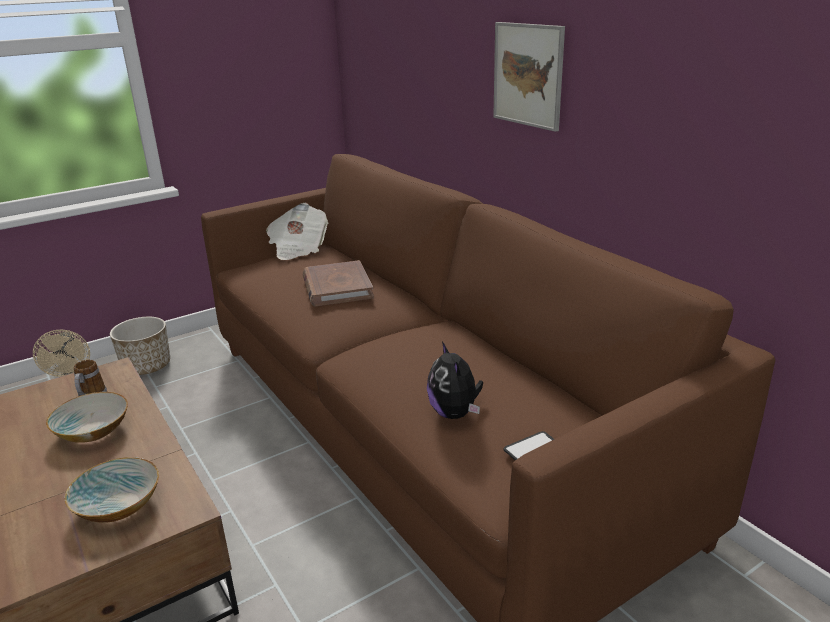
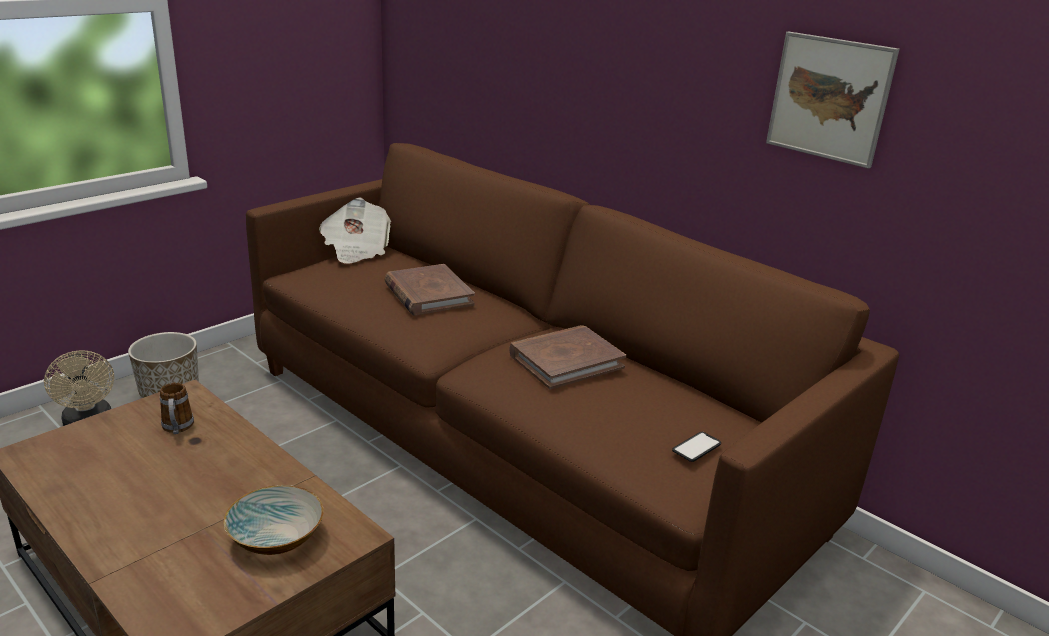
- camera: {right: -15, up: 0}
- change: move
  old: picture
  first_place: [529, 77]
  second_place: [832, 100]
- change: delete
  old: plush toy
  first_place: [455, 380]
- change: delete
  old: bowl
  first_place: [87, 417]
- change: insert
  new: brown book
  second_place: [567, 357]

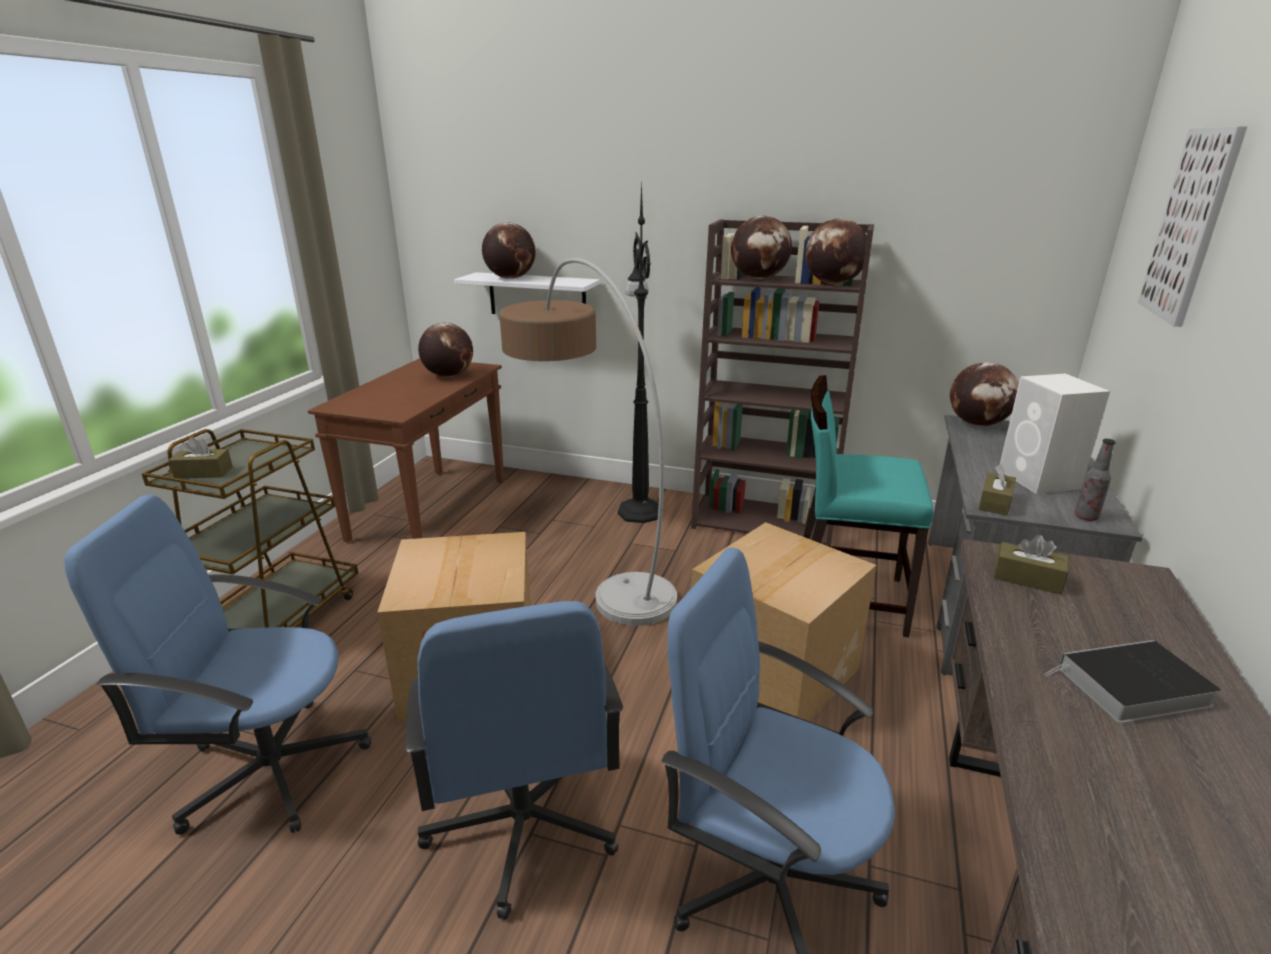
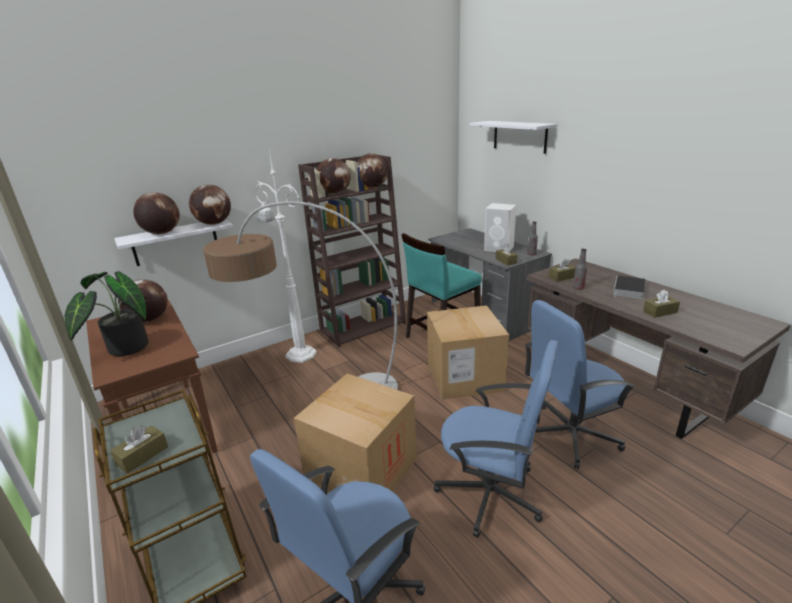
- camera: {right: -50, up: 0}
- change: replace
  old: picture
  new: white shelf
  first_place: [1192, 226]
  second_place: [513, 137]
- change: recolor
  old: black floor lamp
  new: white floor lamp
  first_place: [638, 351]
  second_place: [286, 256]
- change: move
  old: globe
  first_place: [984, 394]
  second_place: [210, 205]
- change: insert
  new: bottle
  second_place: [580, 269]
- change: insert
  new: potted plant
  second_place: [106, 313]
- change: insert
  new: brown tissue box
  second_place: [661, 303]

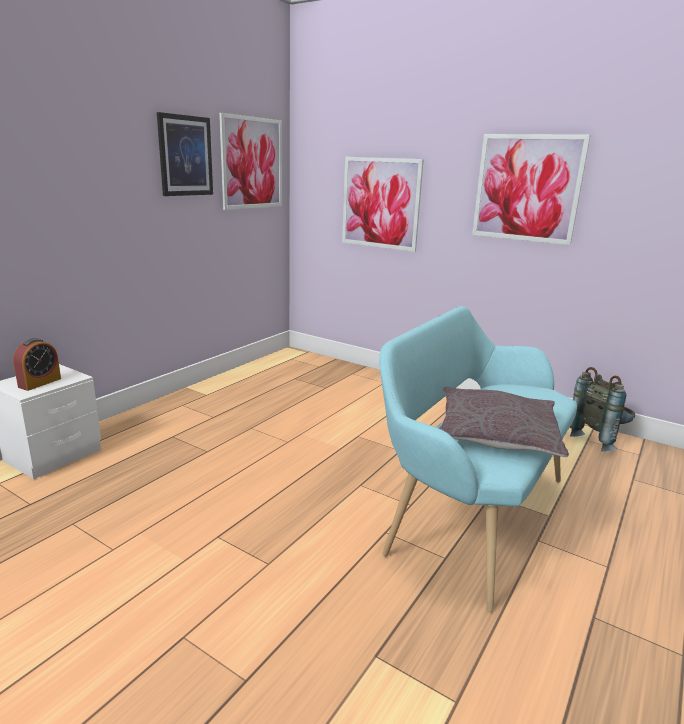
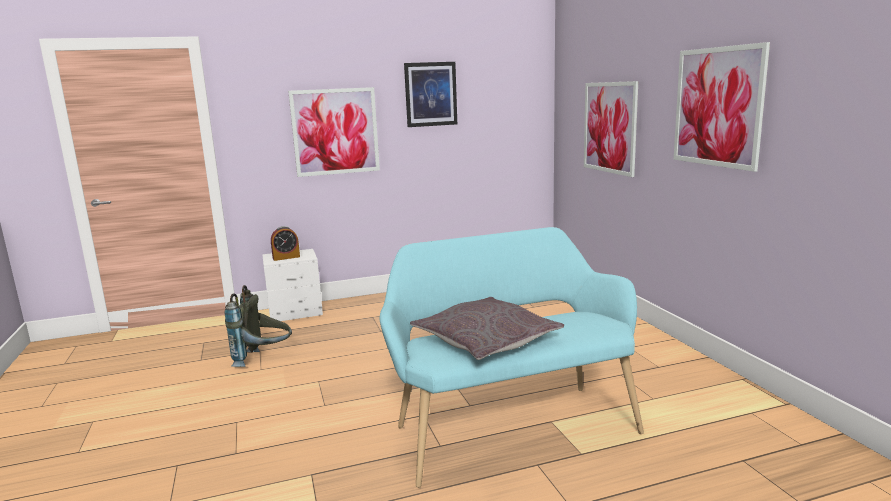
- camera: {right: 40, up: -5}
- change: move
  old: picture
  first_place: [250, 161]
  second_place: [334, 132]
- change: move
  old: grey backpack
  first_place: [602, 409]
  second_place: [258, 326]

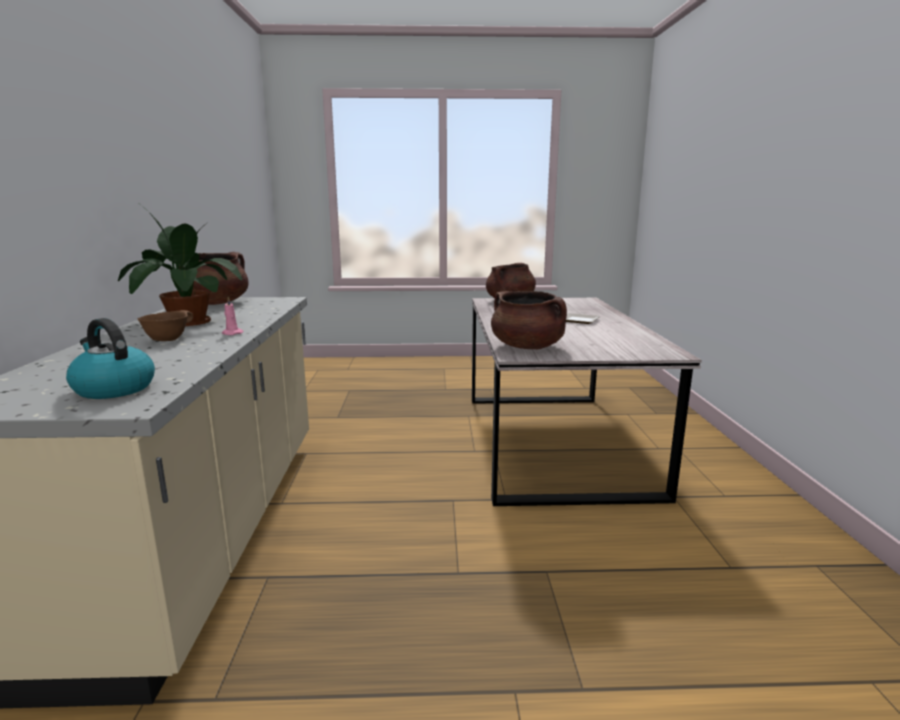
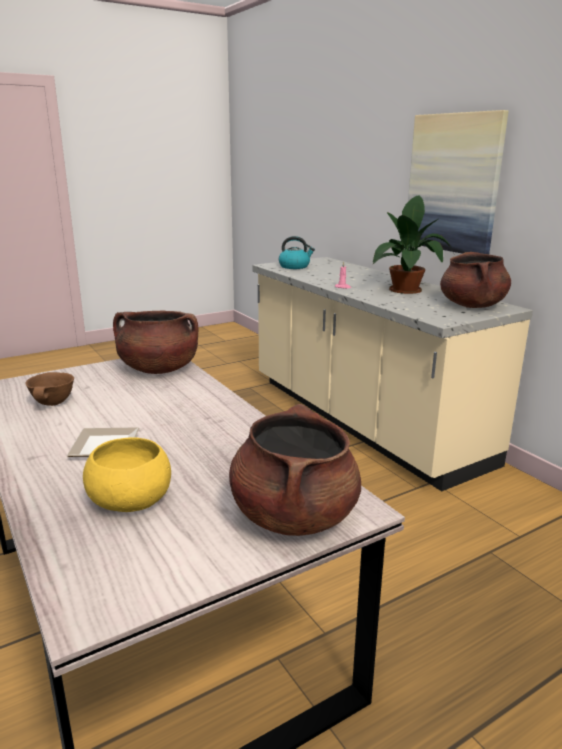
- camera: {right: 150, up: 5}
- change: move
  old: brown bowl
  first_place: [165, 325]
  second_place: [49, 389]
- change: insert
  new: picture
  second_place: [458, 182]
- change: insert
  new: yellow bowl
  second_place: [127, 475]

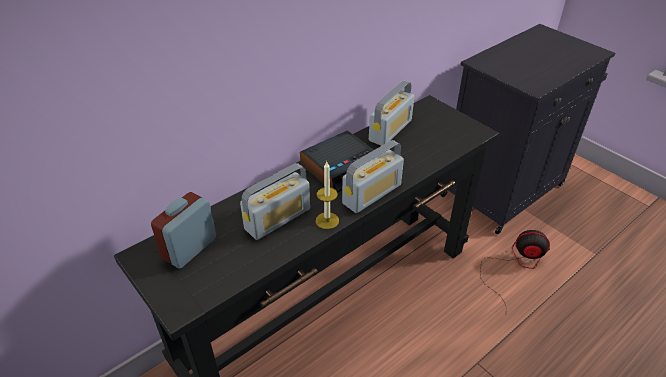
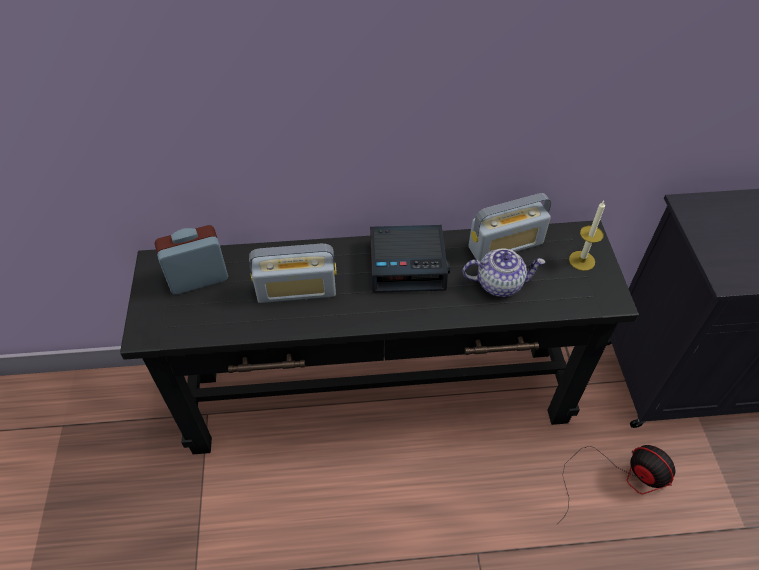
- camera: {right: 35, up: 10}
- change: delete
  old: radio
  first_place: [373, 176]
- change: move
  old: candle
  first_place: [327, 195]
  second_place: [587, 236]
- change: insert
  new: teapot
  second_place: [503, 272]

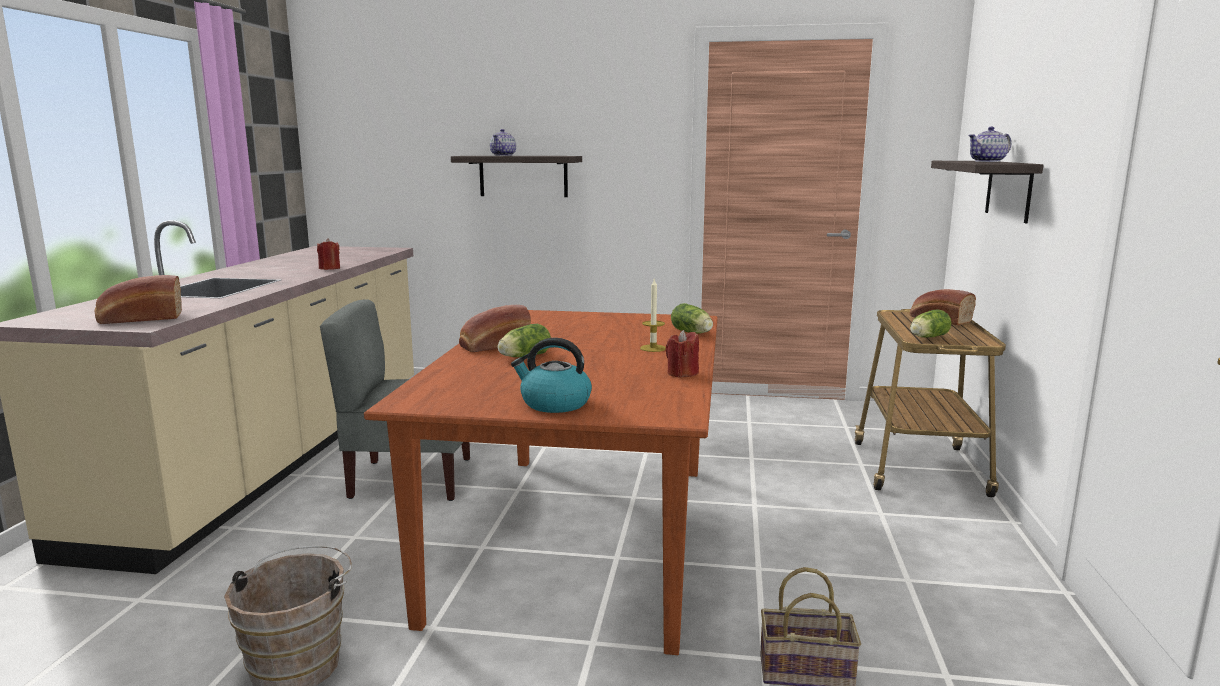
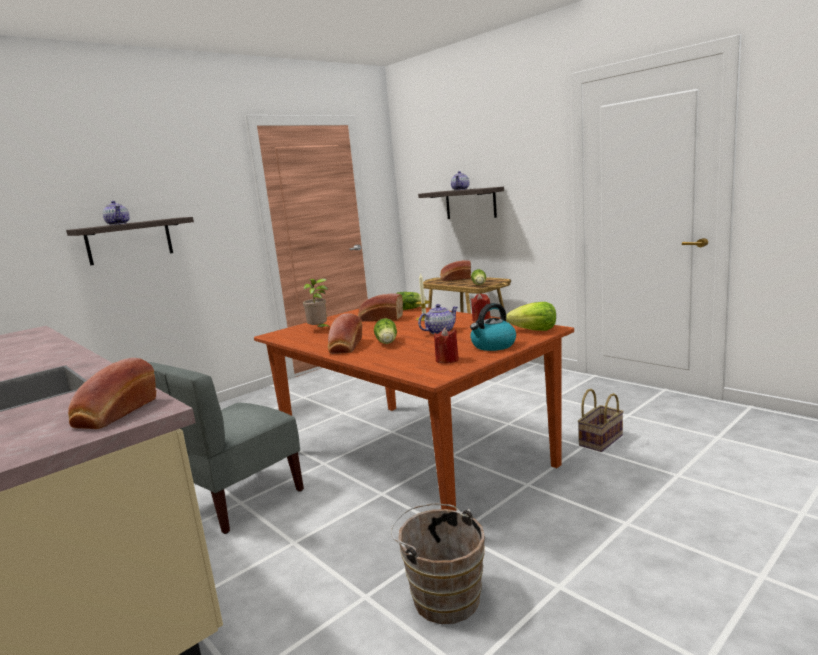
- camera: {right: -50, up: 0}
- change: move
  old: red candle
  first_place: [328, 254]
  second_place: [446, 345]
- change: insert
  new: potted plant
  second_place: [316, 302]
- change: insert
  new: bread
  second_place: [380, 308]
- change: insert
  new: lettuce
  second_place: [531, 316]
- change: insert
  new: teapot
  second_place: [438, 319]

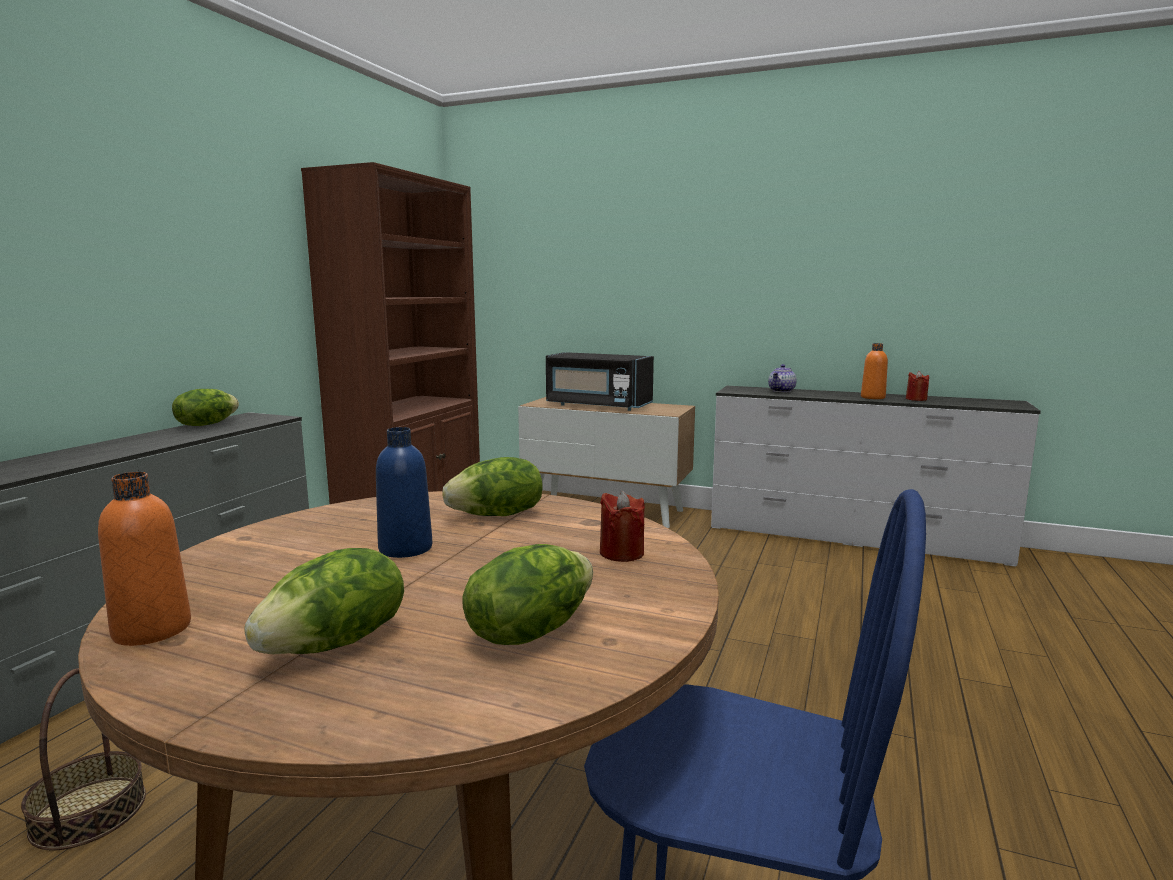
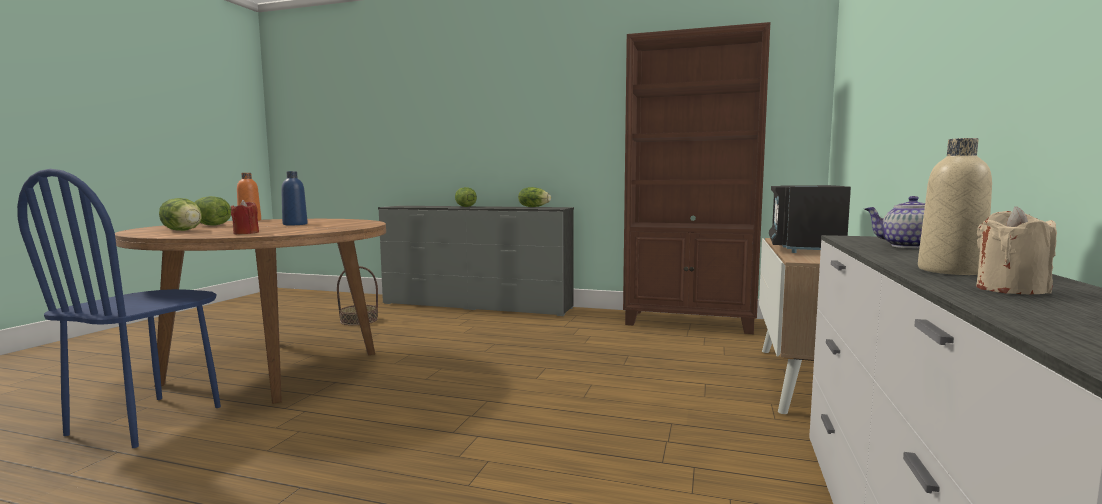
- camera: {right: 85, up: -5}
- change: recolor
  old: orange bottle
  new: beige bottle
  first_place: [874, 371]
  second_place: [955, 206]
- change: recolor
  old: red candle
  new: beige candle
  first_place: [917, 386]
  second_place: [1016, 250]
- change: move
  old: lettuce
  first_place: [492, 486]
  second_place: [466, 197]

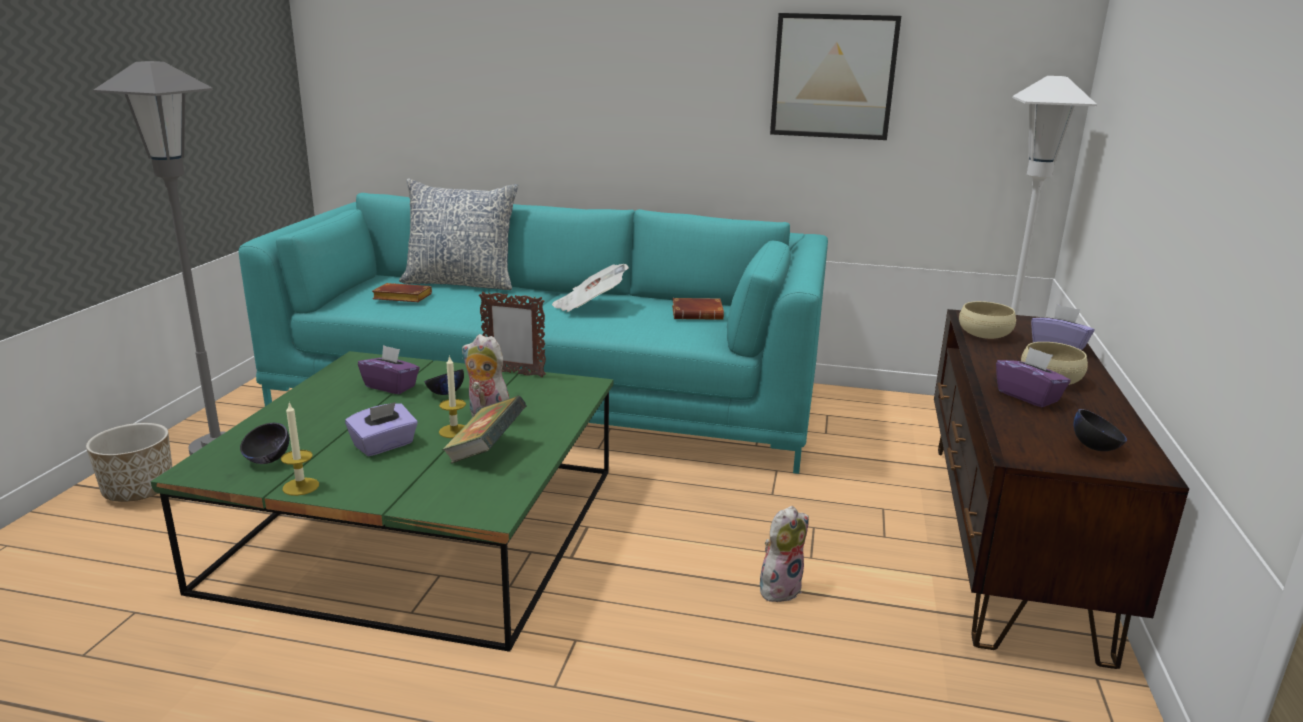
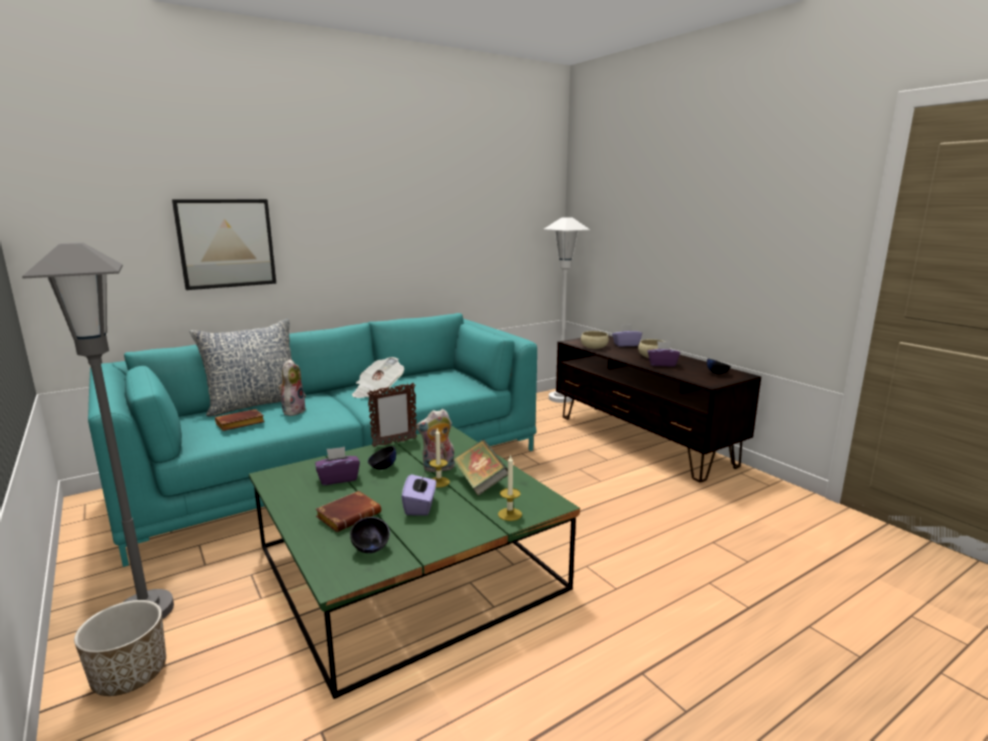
- camera: {right: -45, up: -5}
- change: move
  old: picture
  first_place: [835, 76]
  second_place: [224, 244]
- change: move
  old: brown book
  first_place: [698, 309]
  second_place: [348, 511]
- change: move
  old: candle
  first_place: [300, 449]
  second_place: [510, 487]
- change: move
  old: plush toy
  first_place: [784, 554]
  second_place: [292, 387]

